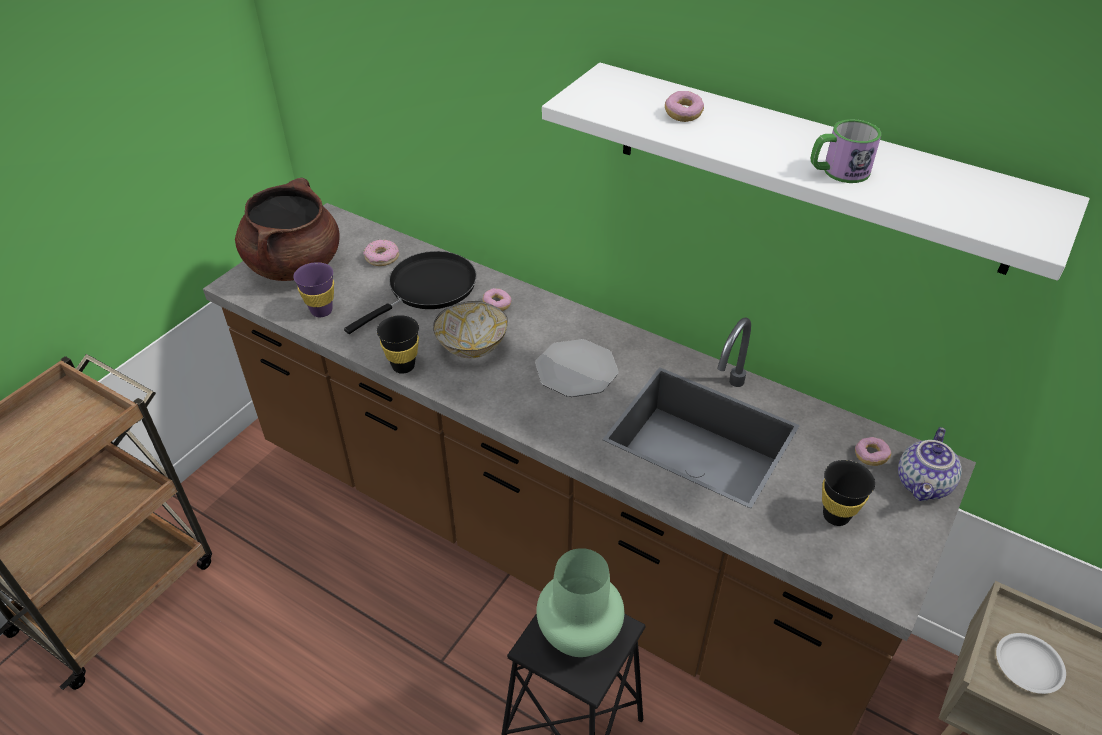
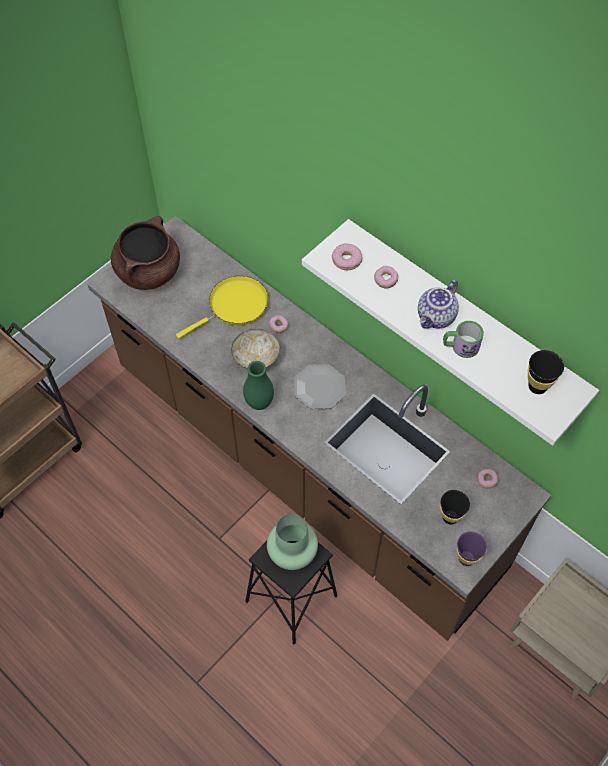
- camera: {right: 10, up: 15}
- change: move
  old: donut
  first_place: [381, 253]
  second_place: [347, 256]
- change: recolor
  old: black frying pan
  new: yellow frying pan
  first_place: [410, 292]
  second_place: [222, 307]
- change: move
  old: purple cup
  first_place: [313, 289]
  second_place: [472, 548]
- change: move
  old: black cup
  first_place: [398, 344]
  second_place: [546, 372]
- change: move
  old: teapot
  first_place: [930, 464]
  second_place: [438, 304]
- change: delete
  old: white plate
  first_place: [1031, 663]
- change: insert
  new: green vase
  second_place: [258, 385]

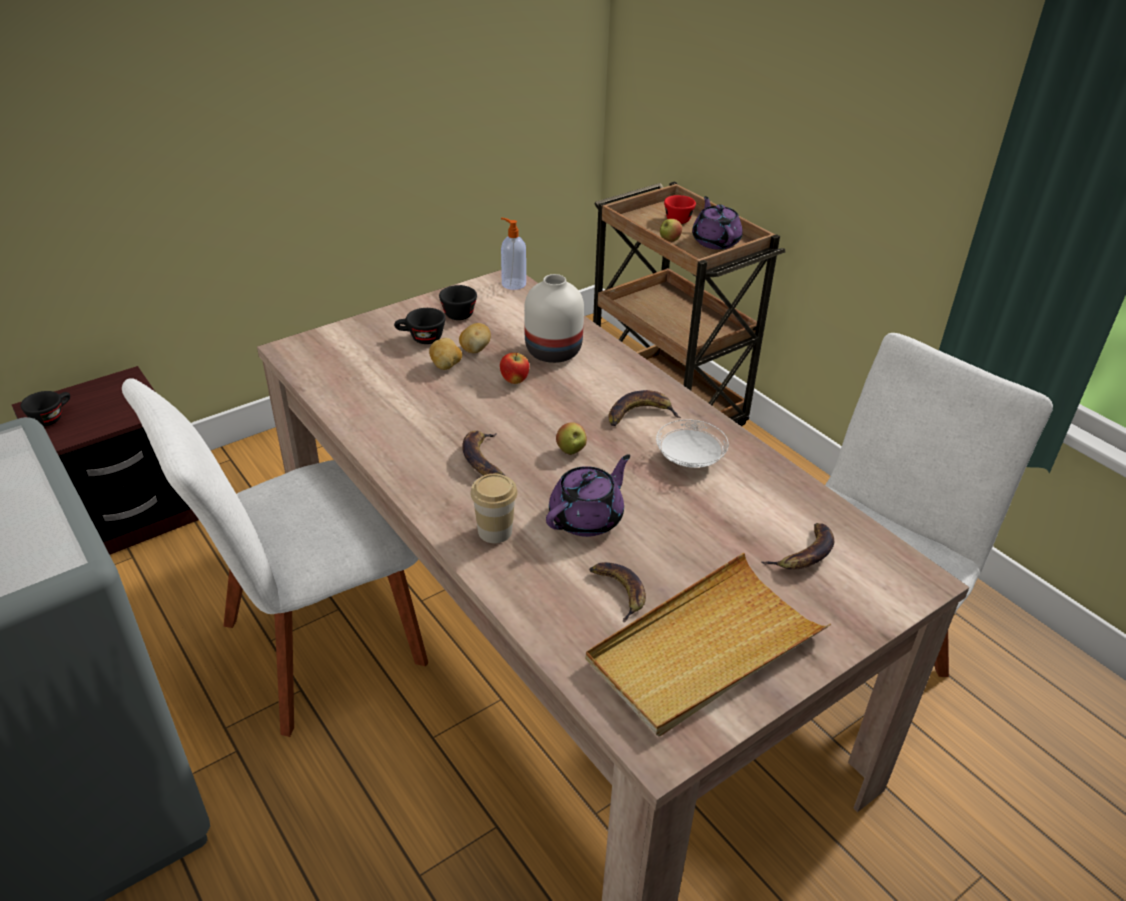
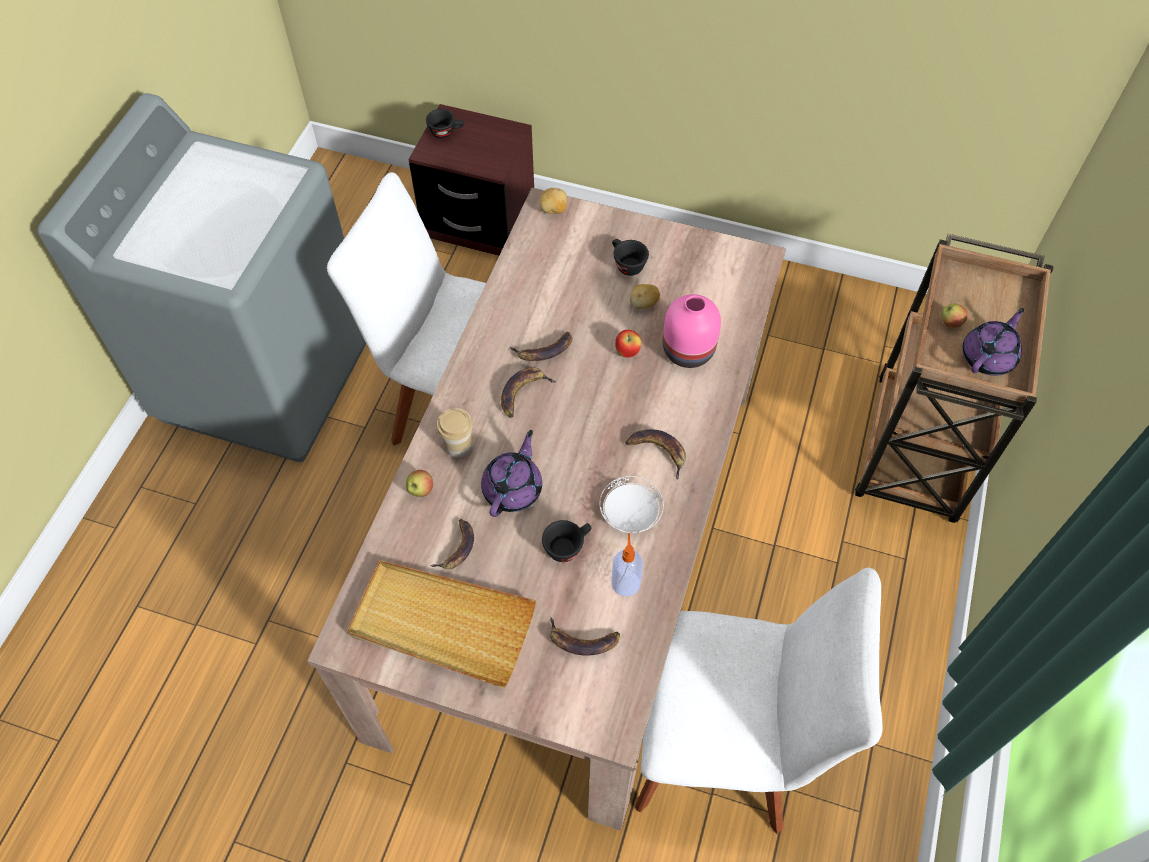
- camera: {right: 55, up: 20}
- change: delete
  old: red cup
  first_place: [680, 209]
- change: move
  old: soap dispenser
  first_place: [513, 254]
  second_place: [627, 565]
- change: recolor
  old: white vase
  new: pink vase
  first_place: [554, 318]
  second_place: [692, 331]
- change: move
  old: black cup
  first_place: [458, 302]
  second_place: [566, 541]
- change: move
  old: potato
  first_place: [445, 354]
  second_place: [553, 201]
- change: move
  old: apple
  first_place: [571, 438]
  second_place: [419, 483]
- change: rotate
  old: purple teapot
  first_place: [588, 495]
  second_place: [511, 473]
  degrees: -75
- change: insert
  new: banana
  second_place: [541, 346]

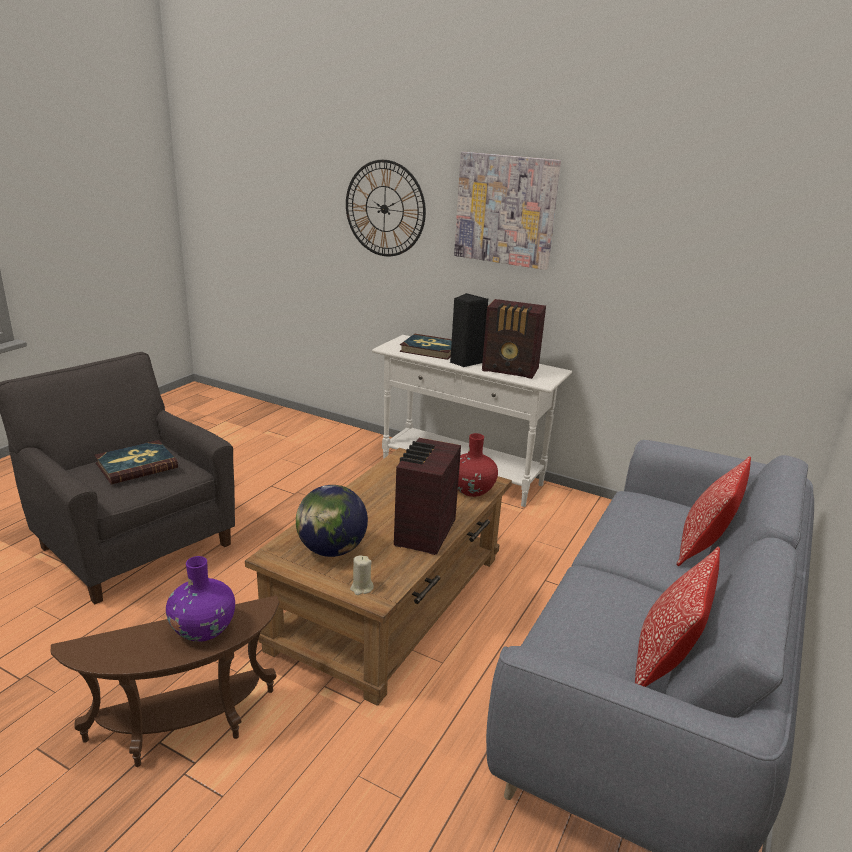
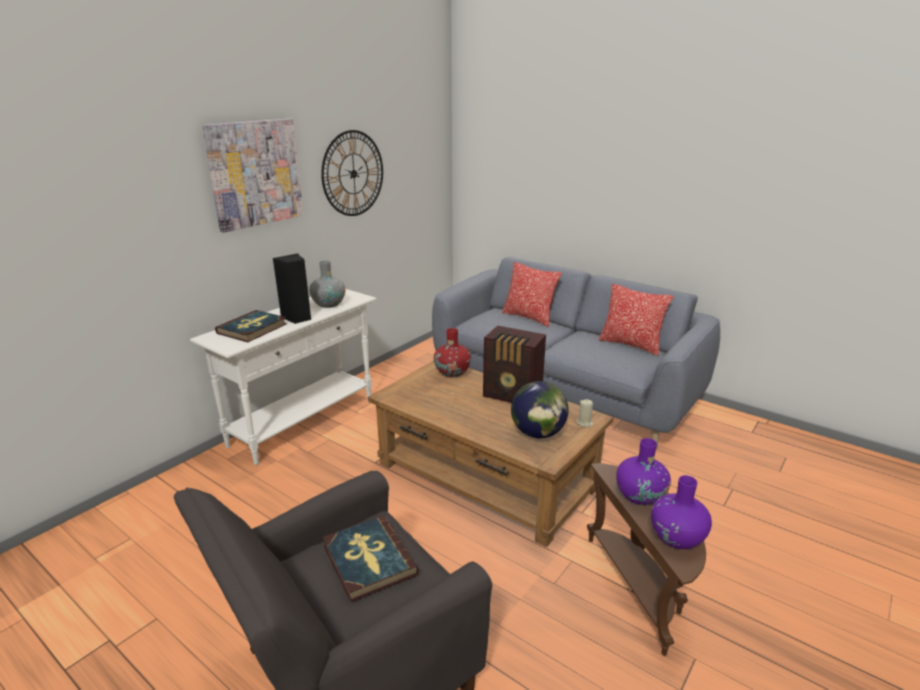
- camera: {right: -80, up: 0}
- change: move
  old: wall clock
  first_place: [386, 208]
  second_place: [352, 173]
- change: replace
  old: radio
  new: grey vase
  first_place: [514, 339]
  second_place: [327, 284]
- change: insert
  new: purple vase
  second_place: [681, 512]

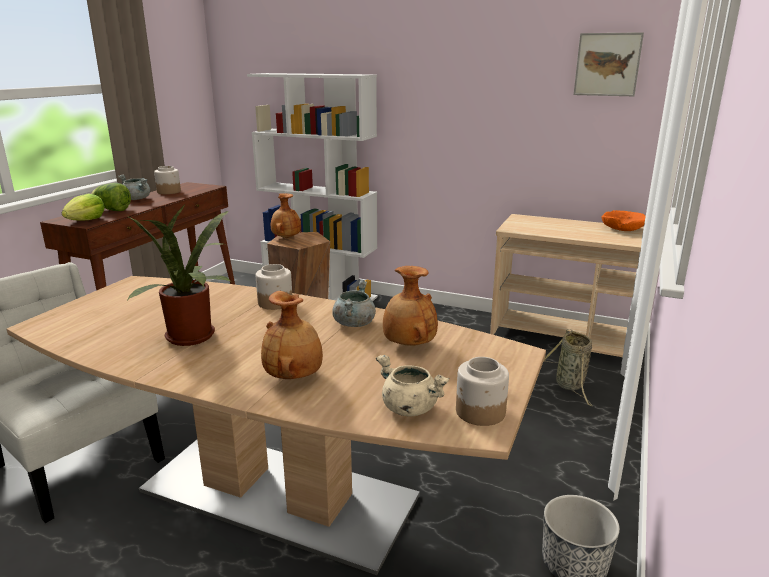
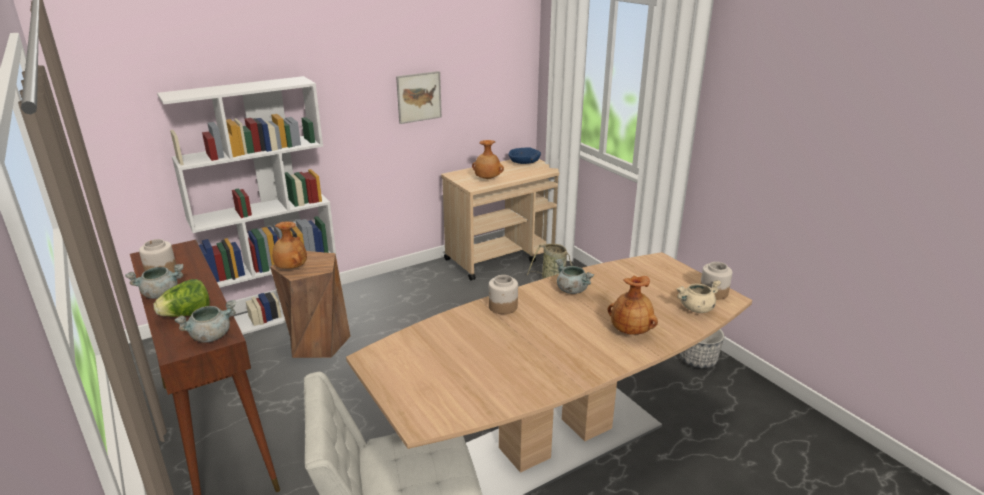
- camera: {right: -55, up: 5}
- change: move
  old: picture
  first_place: [608, 64]
  second_place: [419, 97]
- change: replace
  old: lettuce
  new: grey cooking pot
  first_place: [83, 207]
  second_place: [205, 321]
- change: delete
  old: potted plant
  first_place: [179, 275]
- change: recolor
  old: orange bowl
  new: blue bowl
  first_place: [623, 220]
  second_place: [524, 155]
- change: move
  old: brown vase
  first_place: [410, 306]
  second_place: [488, 159]

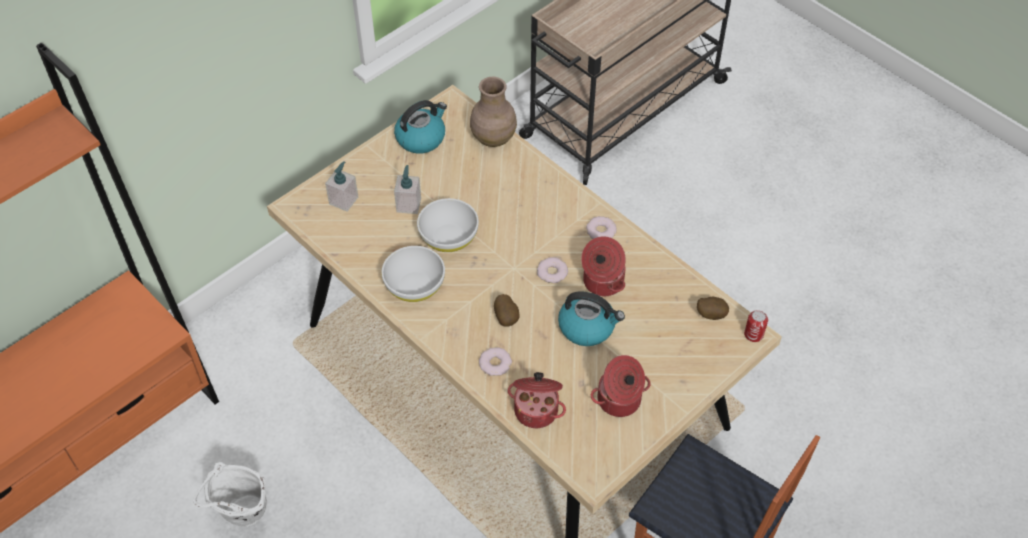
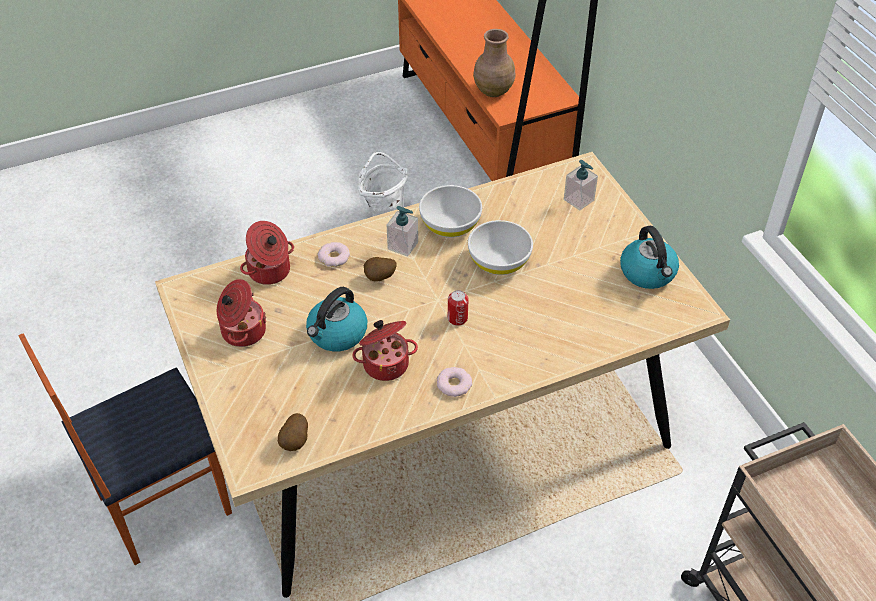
- camera: {right: 110, up: -5}
- change: move
  old: brown vase
  first_place: [493, 112]
  second_place: [494, 63]
- change: move
  old: soap dispenser
  first_place: [407, 189]
  second_place: [402, 231]
- change: delete
  old: donut
  first_place: [552, 270]
- change: move
  old: can
  first_place: [756, 326]
  second_place: [458, 308]

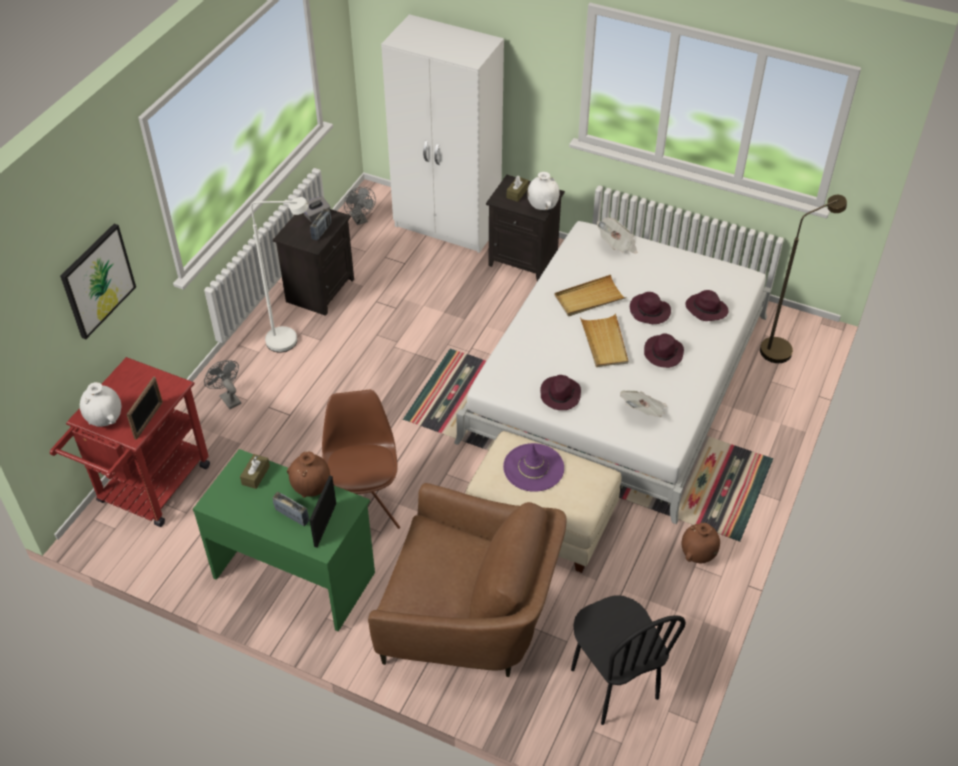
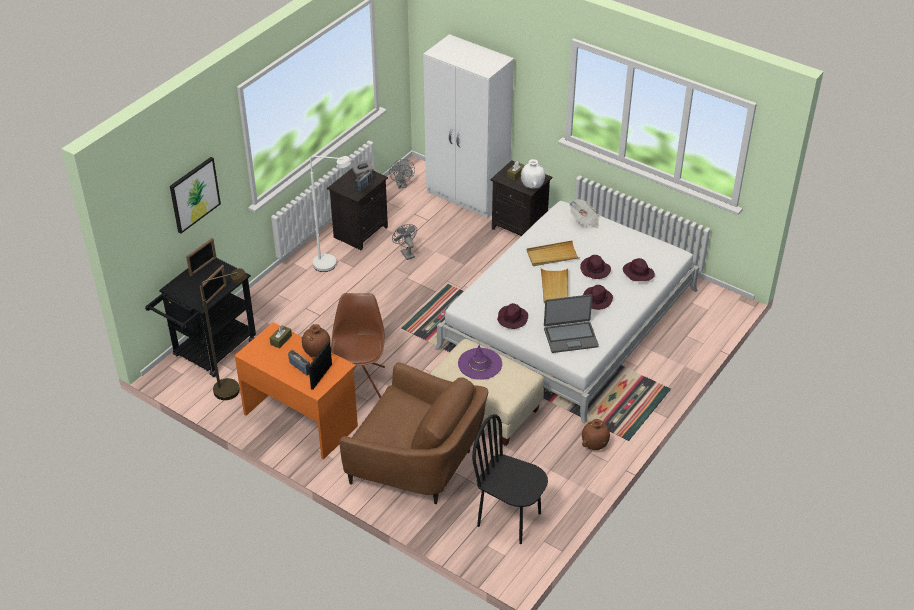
- camera: {right: 10, up: -5}
- change: move
  old: brown floor lamp
  first_place: [803, 279]
  second_place: [224, 334]
- change: recolor
  old: red cart
  new: black cart
  first_place: [130, 442]
  second_place: [200, 317]
- change: move
  old: grey fan
  first_place: [222, 384]
  second_place: [404, 242]
- change: delete
  old: white vase
  first_place: [100, 404]
- change: replace
  old: newspaper
  new: laptop
  first_place: [643, 403]
  second_place: [571, 323]
- change: recolor
  old: green desk
  new: orange desk
  first_place: [284, 540]
  second_place: [296, 391]
- change: rotate
  old: black chair
  first_place: [628, 660]
  second_place: [510, 479]
  degrees: 135
- change: insert
  new: picture frame
  second_place: [201, 257]

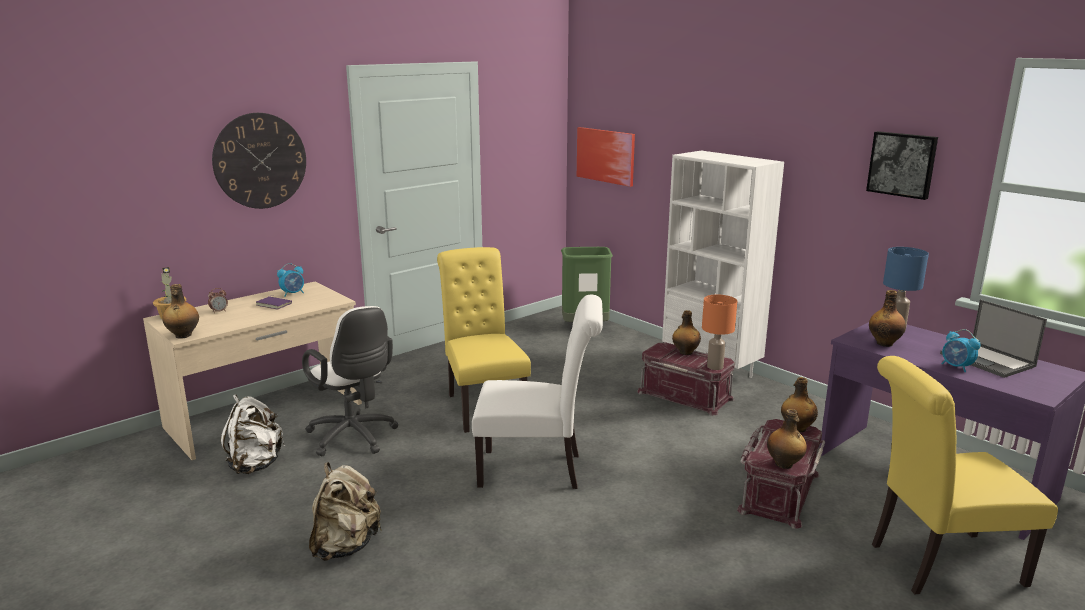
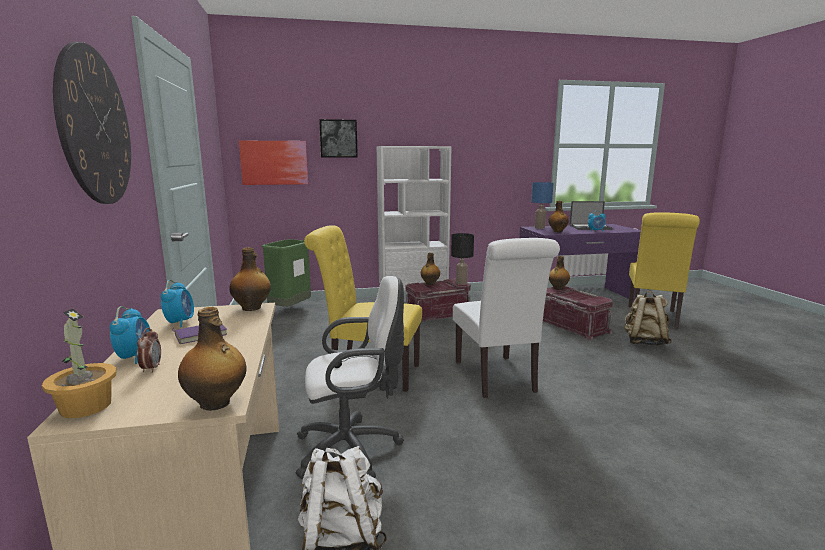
- camera: {right: -60, up: -5}
- change: move
  old: picture
  first_place: [902, 165]
  second_place: [338, 138]
- change: rotate
  old: white chair
  first_place: [537, 392]
  second_place: [506, 318]
  degrees: 135
- change: recolor
  old: orange table lamp
  new: black table lamp
  first_place: [719, 332]
  second_place: [462, 259]
- change: move
  old: bottle
  first_place: [787, 439]
  second_place: [250, 279]
- change: move
  old: beige backpack
  first_place: [345, 511]
  second_place: [648, 318]
- change: insert
  new: alarm clock
  second_place: [130, 335]

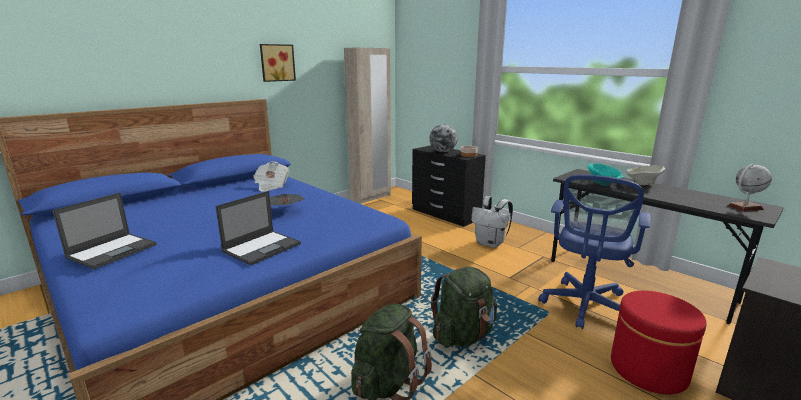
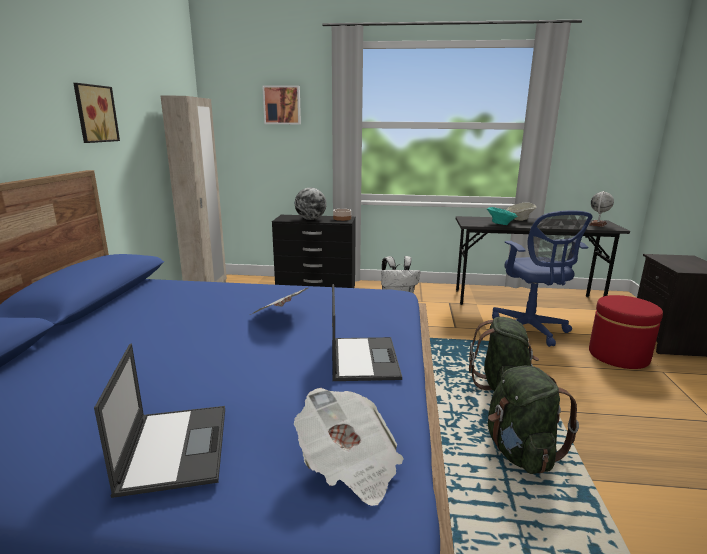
- camera: {right: -40, up: 0}
- change: move
  old: newspaper
  first_place: [271, 177]
  second_place: [349, 447]
- change: insert
  new: picture
  second_place: [281, 105]

